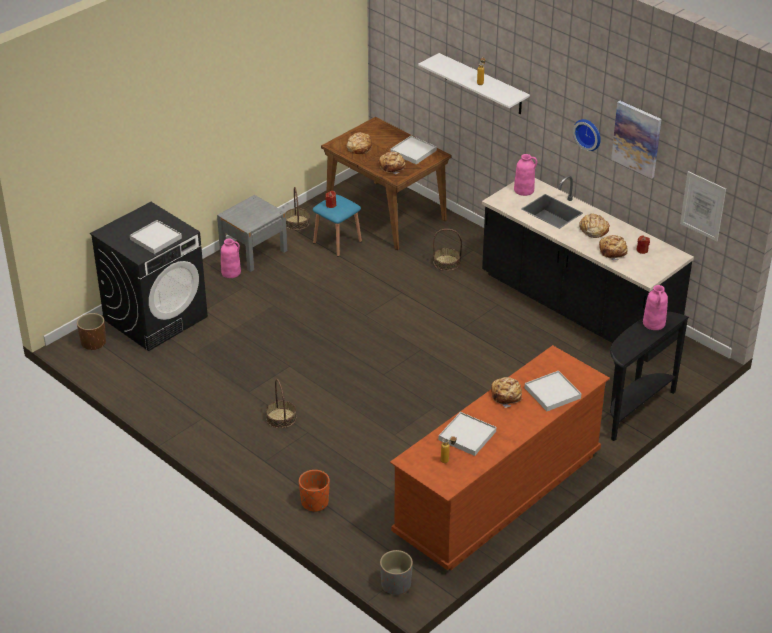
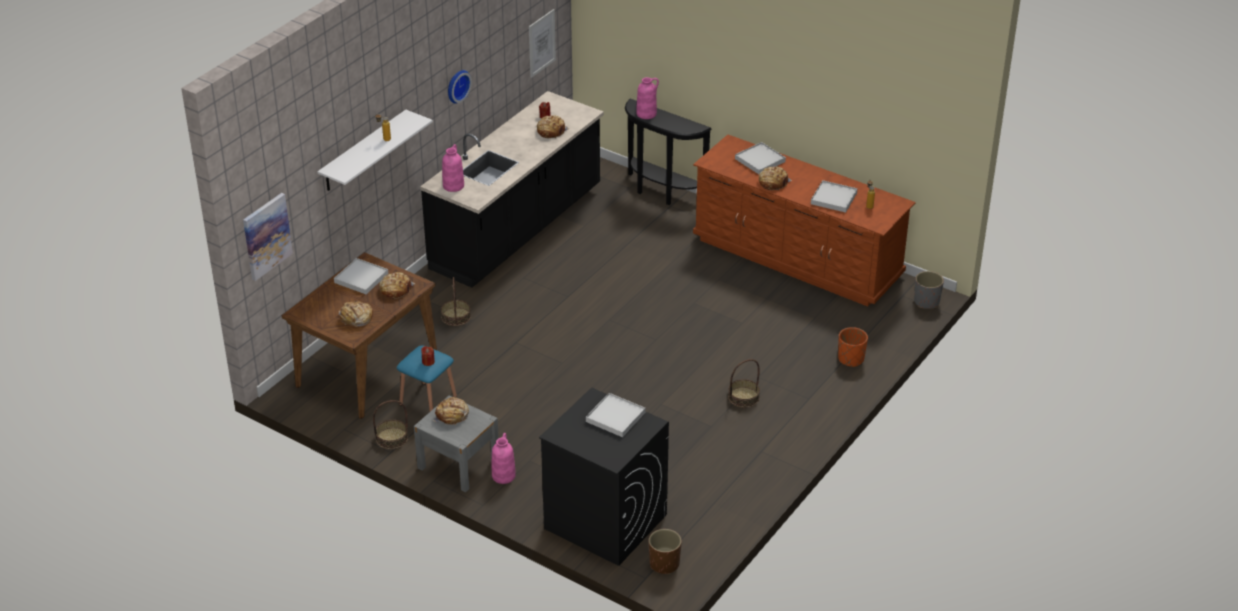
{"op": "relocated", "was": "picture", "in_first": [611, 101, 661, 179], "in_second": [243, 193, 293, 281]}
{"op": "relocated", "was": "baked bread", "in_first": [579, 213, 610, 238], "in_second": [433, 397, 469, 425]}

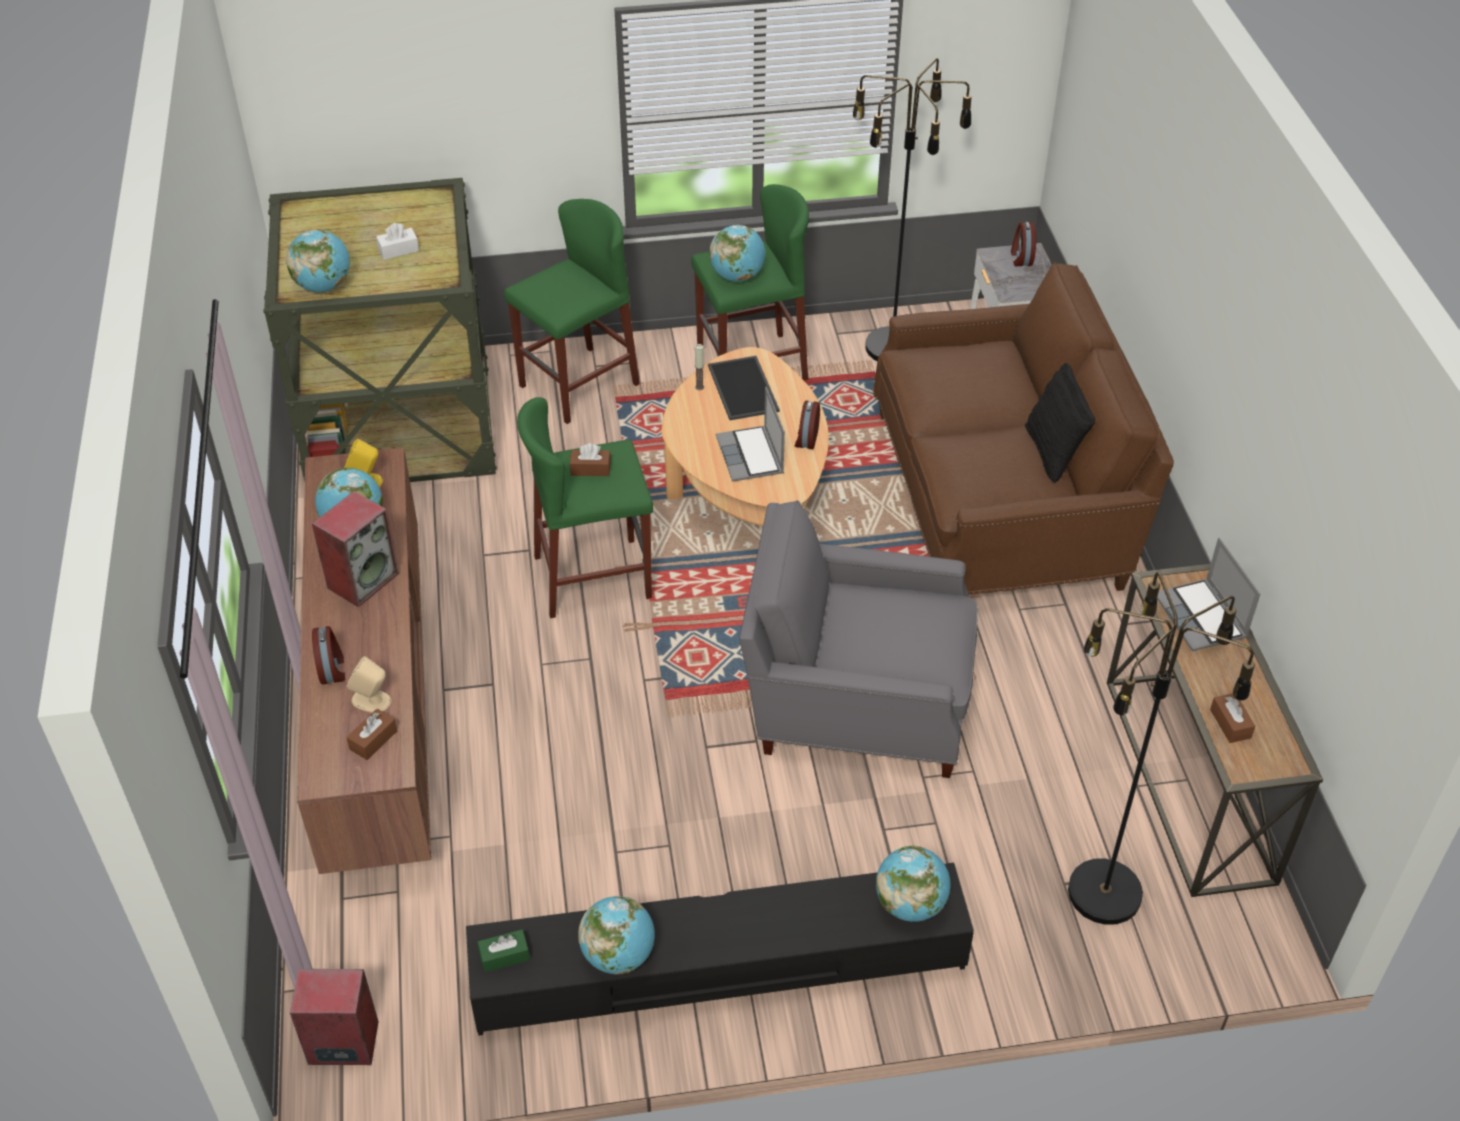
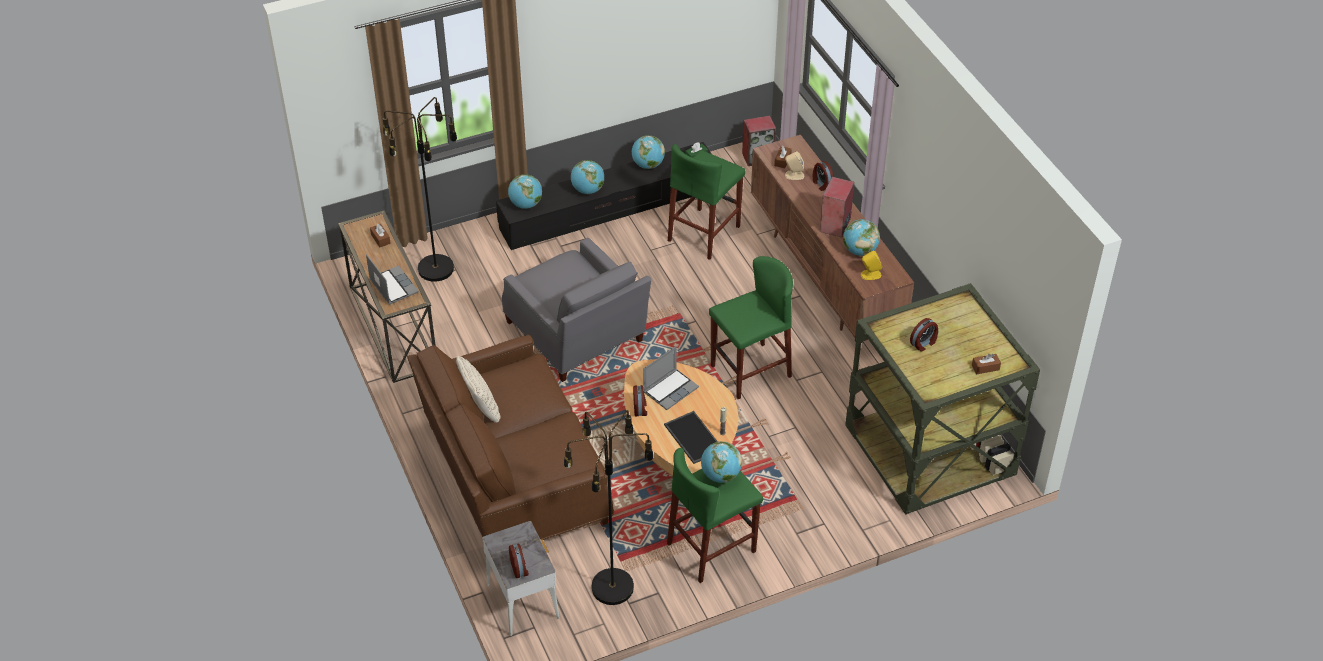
{"op": "relocated", "was": "green stool", "in_first": [504, 199, 640, 424], "in_second": [668, 144, 746, 260]}
{"op": "exchanged", "was": "white-coloured tissue box", "now": "alarm clock", "in_first": [376, 223, 419, 260], "in_second": [910, 318, 938, 352]}
{"op": "relocated", "was": "desk globe", "in_first": [286, 229, 350, 292], "in_second": [571, 160, 604, 194]}
{"op": "colour", "was": "black throw pillow", "now": "beige throw pillow", "in_first": [1025, 363, 1095, 483], "in_second": [456, 356, 500, 423]}
{"op": "spun", "was": "portable computer", "in_first": [716, 387, 785, 482], "in_second": [643, 346, 699, 410], "clockwise": 75}
{"op": "relocated", "was": "brown tissue box", "in_first": [570, 443, 611, 476], "in_second": [972, 354, 1001, 375]}
{"op": "spun", "was": "grey armchair", "in_first": [739, 500, 978, 778], "in_second": [502, 238, 651, 382], "clockwise": 60}

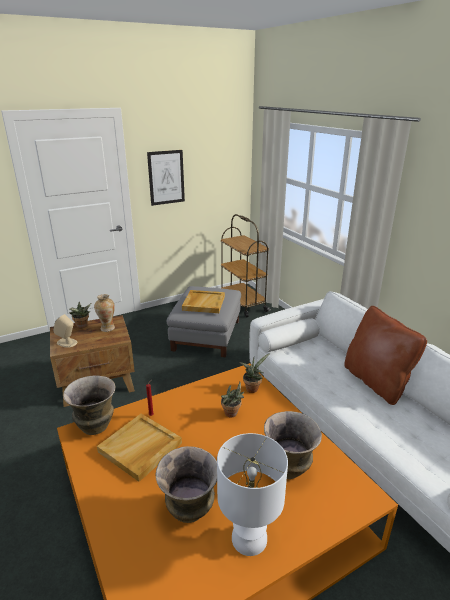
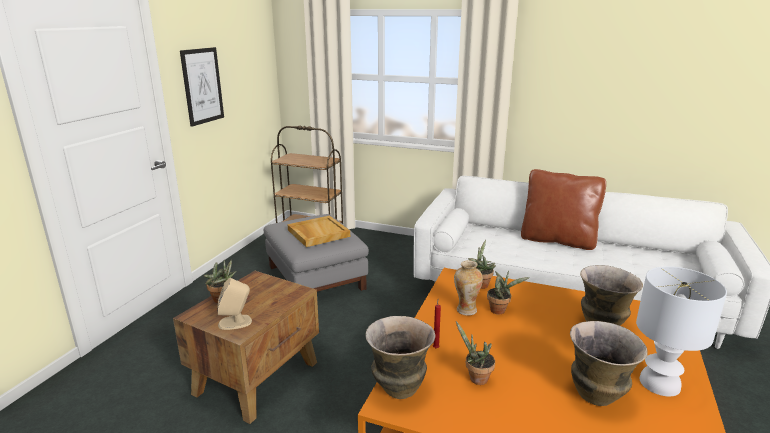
{"op": "relocated", "was": "flower vase", "in_first": [94, 294, 115, 332], "in_second": [454, 260, 483, 316]}
{"op": "exchanged", "was": "beige tray", "now": "plant in a pot", "in_first": [97, 414, 182, 482], "in_second": [456, 321, 495, 385]}

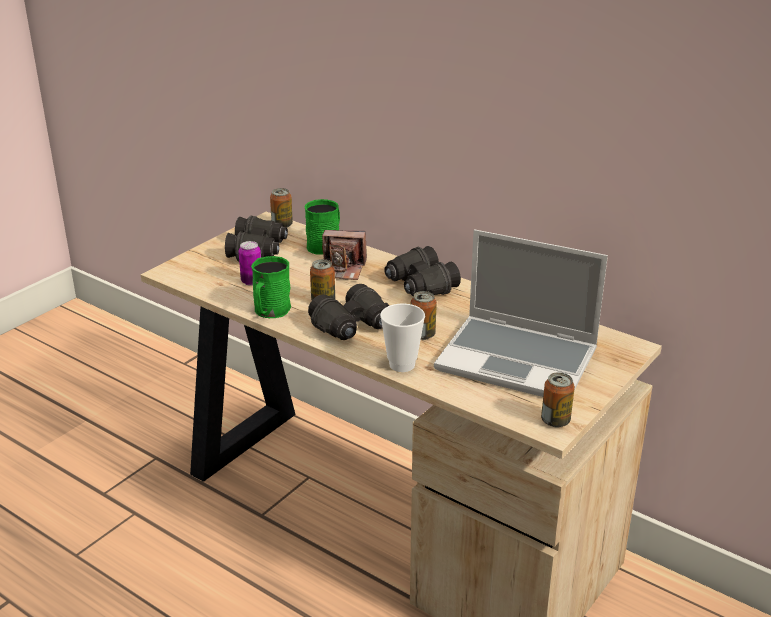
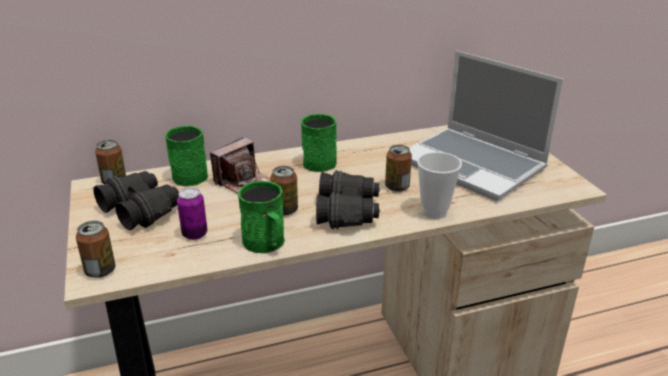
{"op": "spun", "was": "portable computer", "in_first": [434, 229, 608, 397], "in_second": [409, 50, 563, 201], "clockwise": 75}
{"op": "exchanged", "was": "black binoculars", "now": "green mug", "in_first": [384, 246, 461, 296], "in_second": [301, 114, 337, 172]}
{"op": "relocated", "was": "sealed can", "in_first": [541, 372, 575, 427], "in_second": [76, 221, 115, 278]}

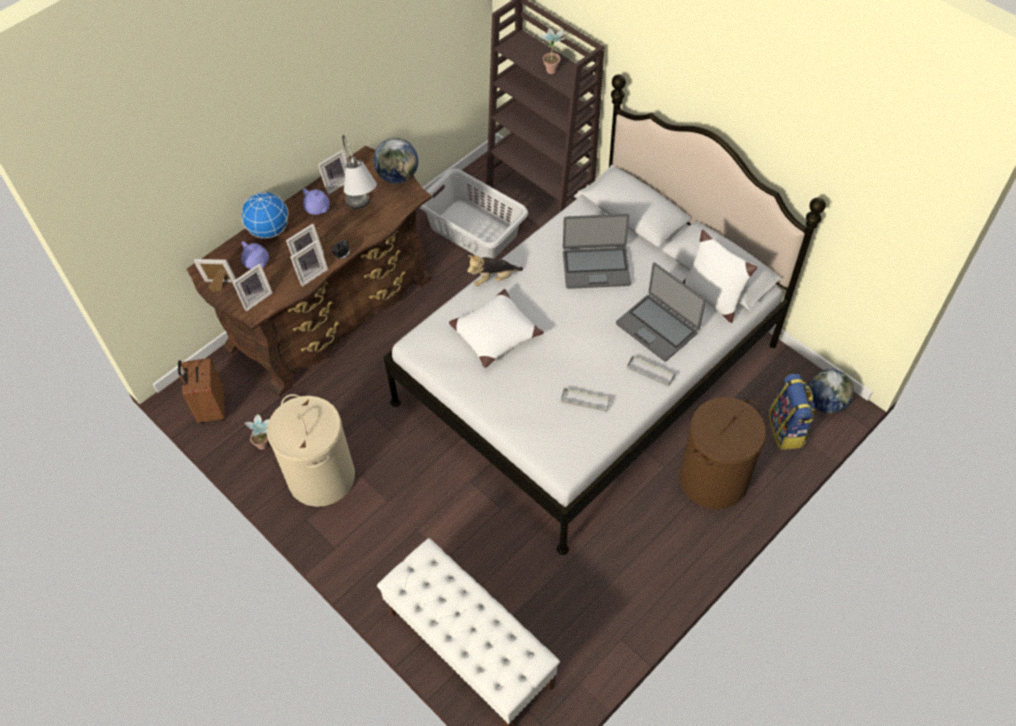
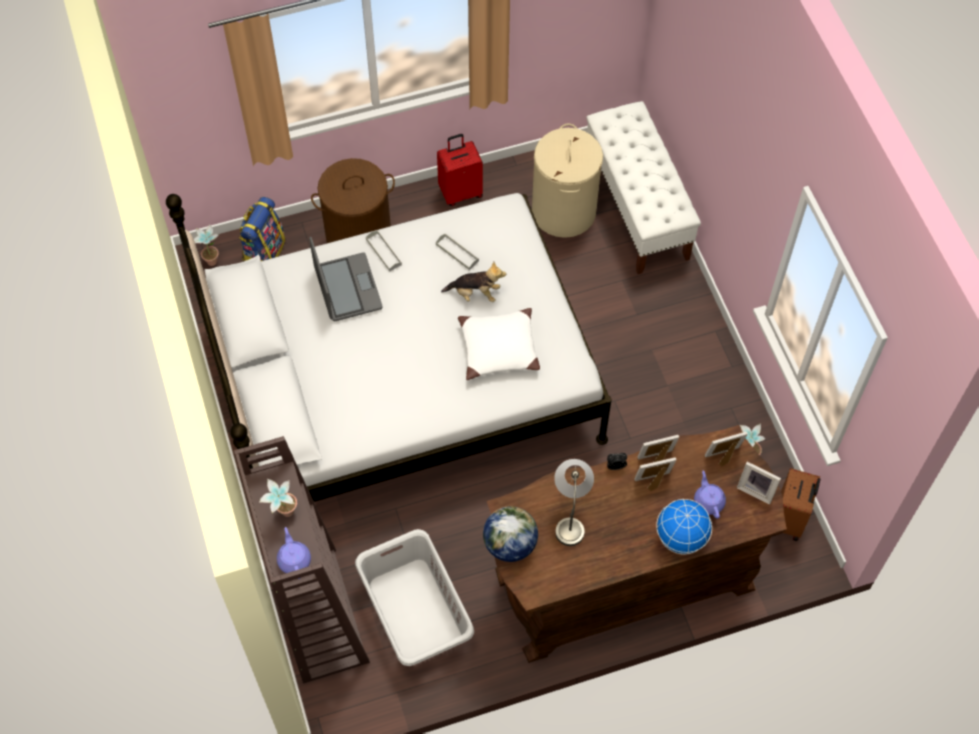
{"op": "missing", "was": "standing frame", "in_first": [318, 149, 348, 195]}
{"op": "relocated", "was": "purple teapot", "in_first": [302, 188, 330, 215], "in_second": [277, 527, 311, 579]}
{"op": "missing", "was": "portable computer", "in_first": [563, 214, 631, 289]}
{"op": "missing", "was": "white-coloured throw pillow", "in_first": [683, 230, 757, 323]}
{"op": "relocated", "was": "cuddly toy", "in_first": [467, 255, 523, 286], "in_second": [441, 262, 506, 302]}
{"op": "exchanged", "was": "desk globe", "now": "plant in a pot", "in_first": [808, 369, 854, 414], "in_second": [194, 224, 219, 266]}
{"op": "relocated", "was": "beige hamper", "in_first": [267, 394, 355, 507], "in_second": [532, 123, 603, 238]}
{"op": "appeared", "now": "red suitcase", "in_second": [437, 134, 483, 206]}

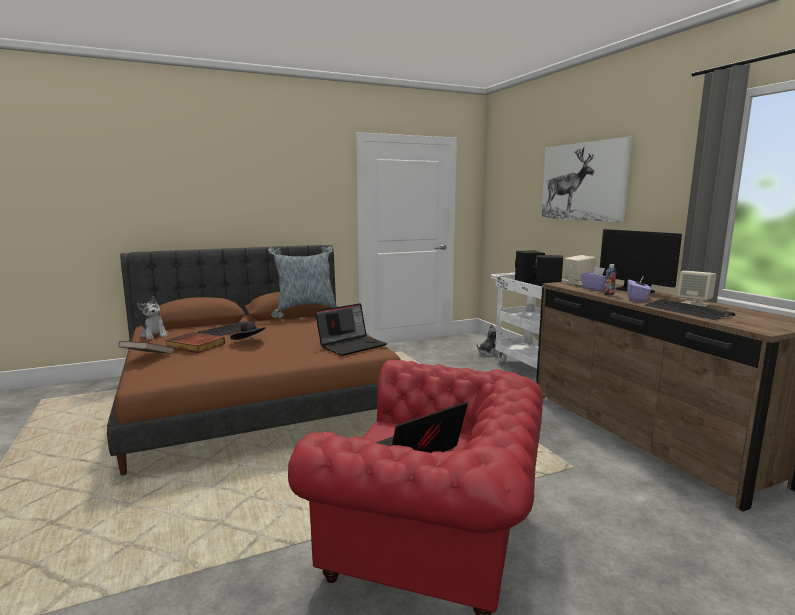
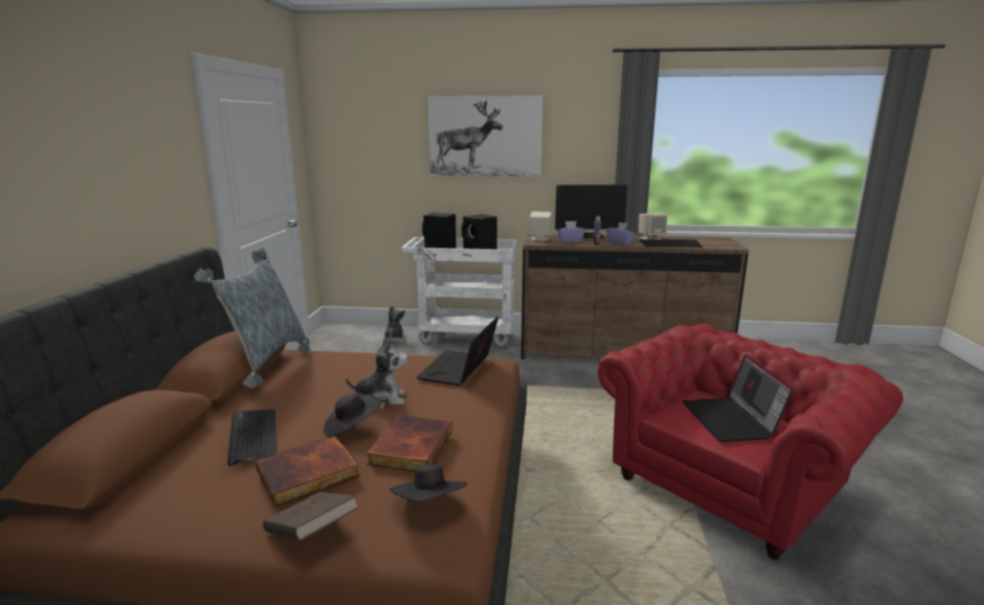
{"op": "relocated", "was": "cuddly toy", "in_first": [137, 296, 168, 340], "in_second": [346, 338, 408, 409]}
{"op": "spun", "was": "portable computer", "in_first": [315, 303, 387, 356], "in_second": [416, 316, 499, 386], "clockwise": -150}
{"op": "appeared", "now": "bound book", "in_second": [366, 415, 452, 472]}
{"op": "appeared", "now": "black wearable hat", "in_second": [390, 464, 467, 502]}

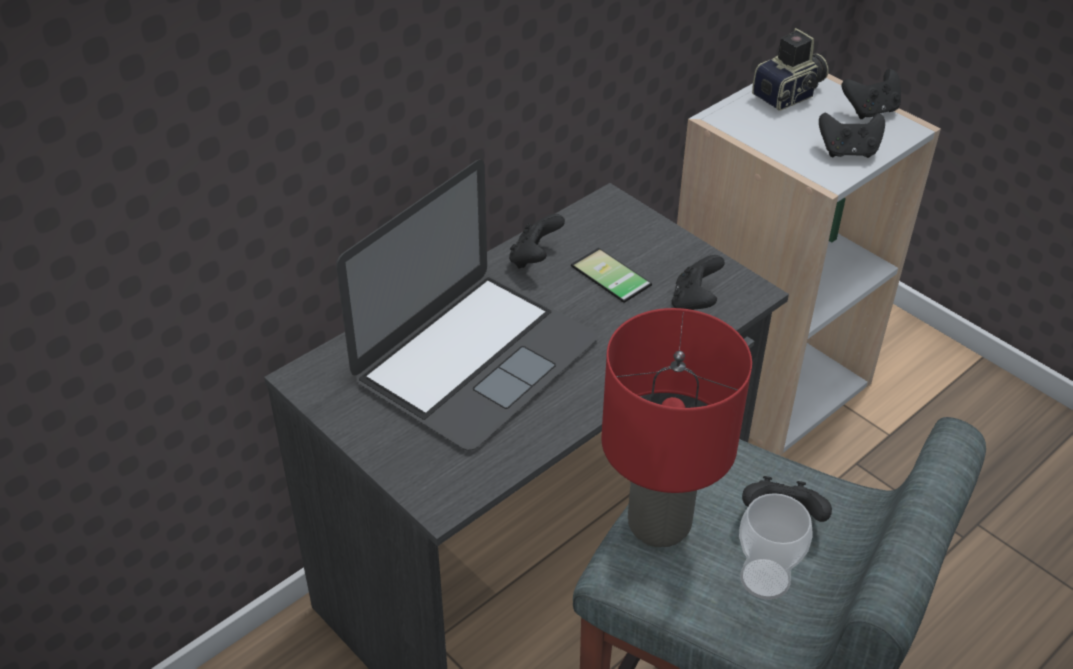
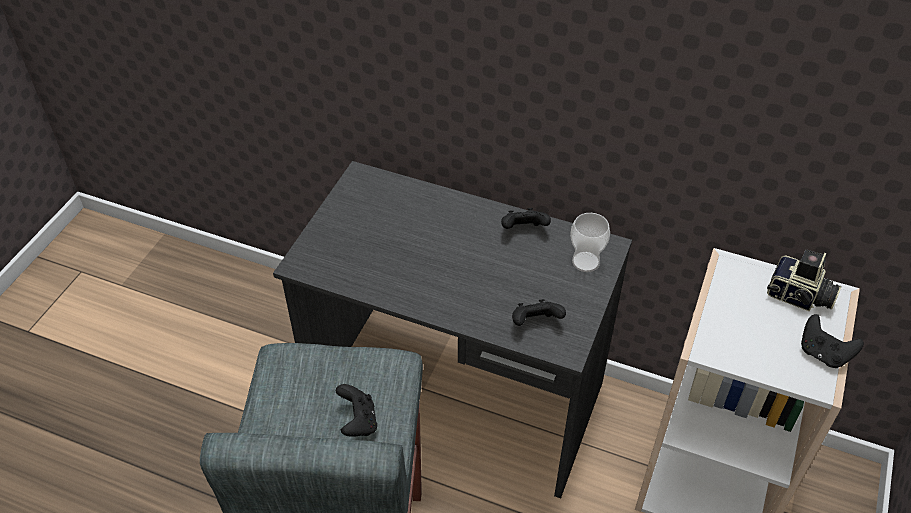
{"op": "missing", "was": "black gamepad", "in_first": [819, 113, 885, 158]}
{"op": "missing", "was": "portable computer", "in_first": [336, 160, 598, 451]}
{"op": "missing", "was": "handset", "in_first": [571, 248, 652, 303]}
{"op": "missing", "was": "red table lamp", "in_first": [601, 308, 752, 547]}
{"op": "relocated", "was": "drinking cup", "in_first": [739, 493, 813, 600], "in_second": [570, 213, 610, 272]}

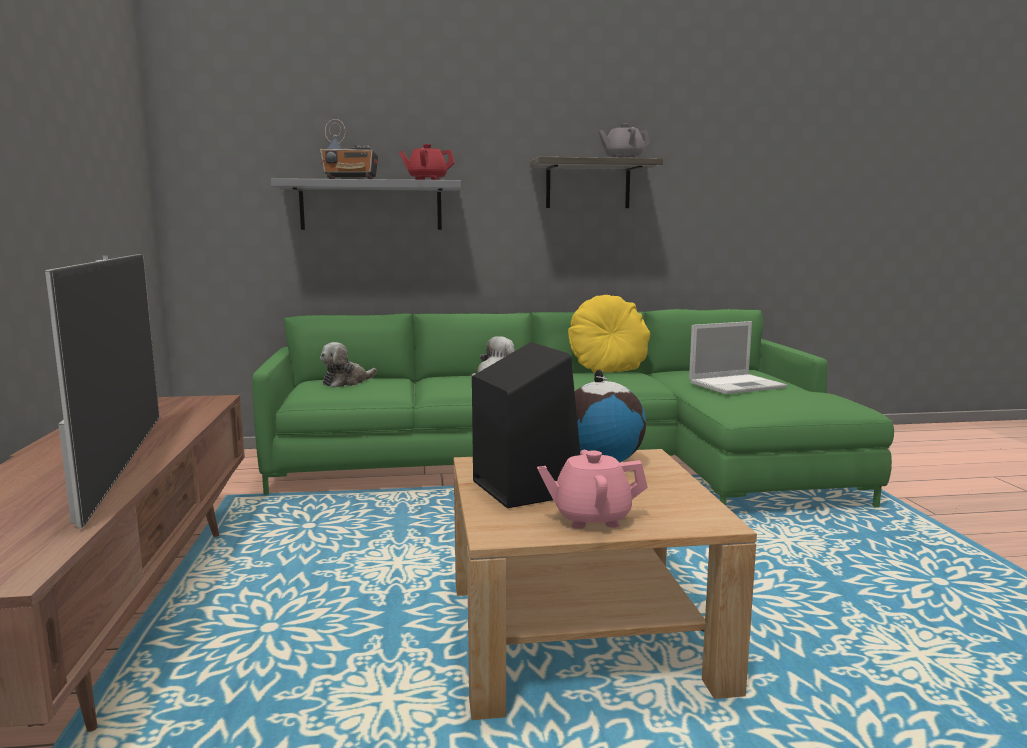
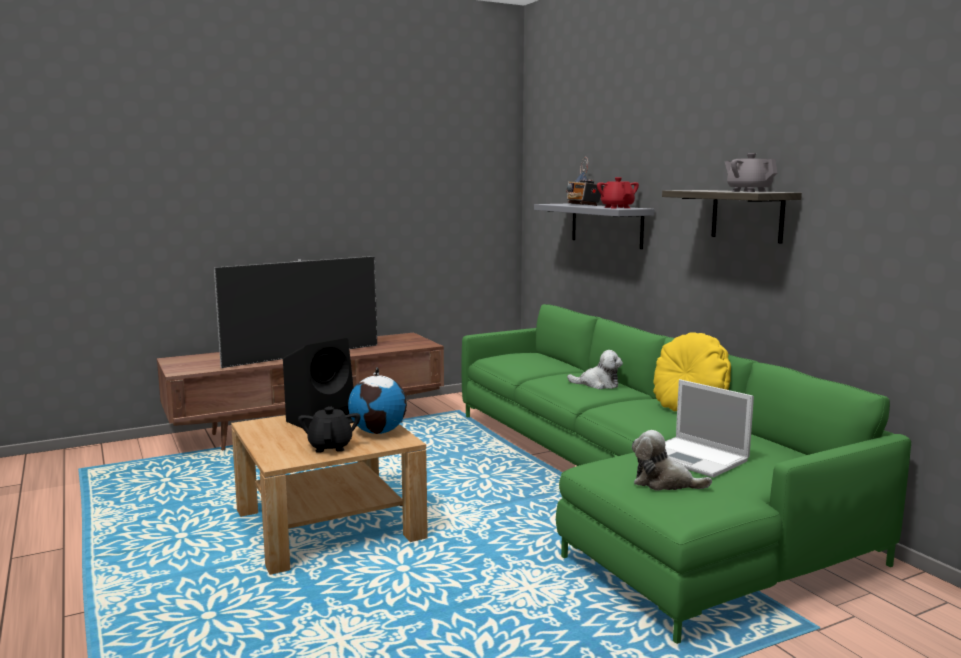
{"op": "relocated", "was": "cuddly toy", "in_first": [320, 342, 377, 388], "in_second": [632, 430, 712, 491]}
{"op": "missing", "was": "pinkish teapot", "in_first": [537, 450, 648, 529]}
{"op": "appeared", "now": "black teapot", "in_second": [298, 406, 361, 453]}

